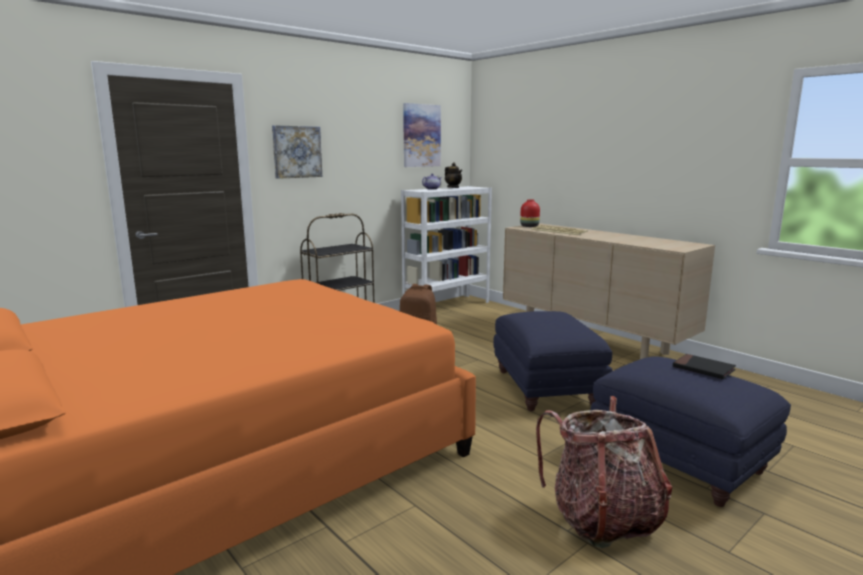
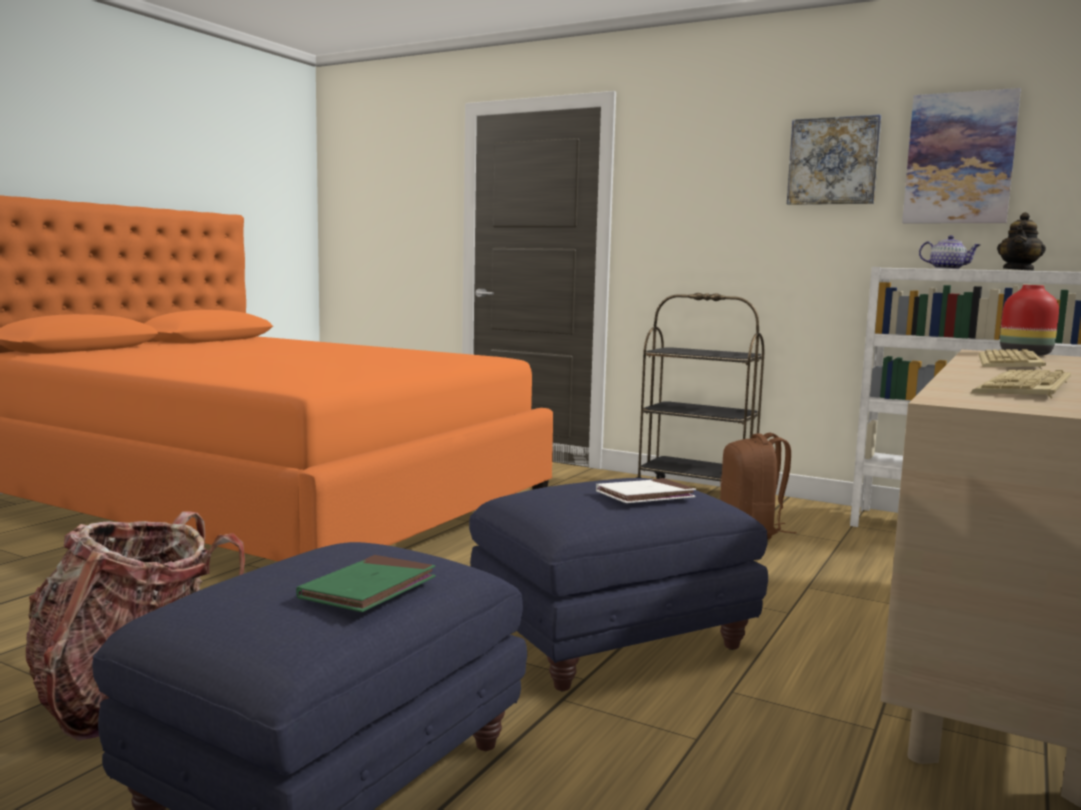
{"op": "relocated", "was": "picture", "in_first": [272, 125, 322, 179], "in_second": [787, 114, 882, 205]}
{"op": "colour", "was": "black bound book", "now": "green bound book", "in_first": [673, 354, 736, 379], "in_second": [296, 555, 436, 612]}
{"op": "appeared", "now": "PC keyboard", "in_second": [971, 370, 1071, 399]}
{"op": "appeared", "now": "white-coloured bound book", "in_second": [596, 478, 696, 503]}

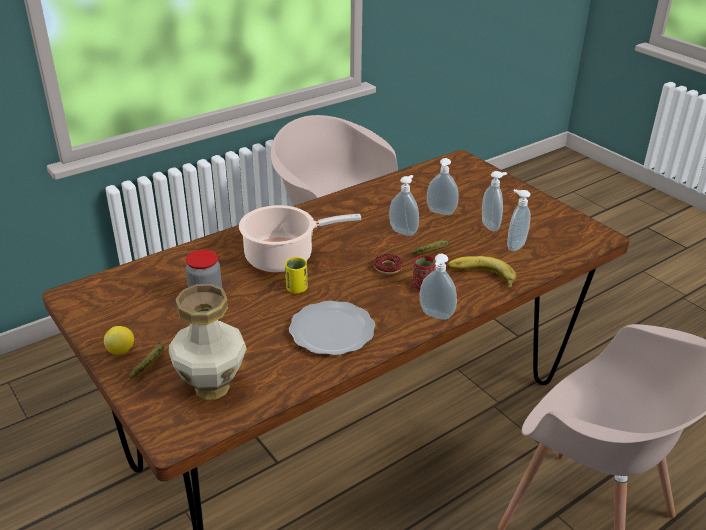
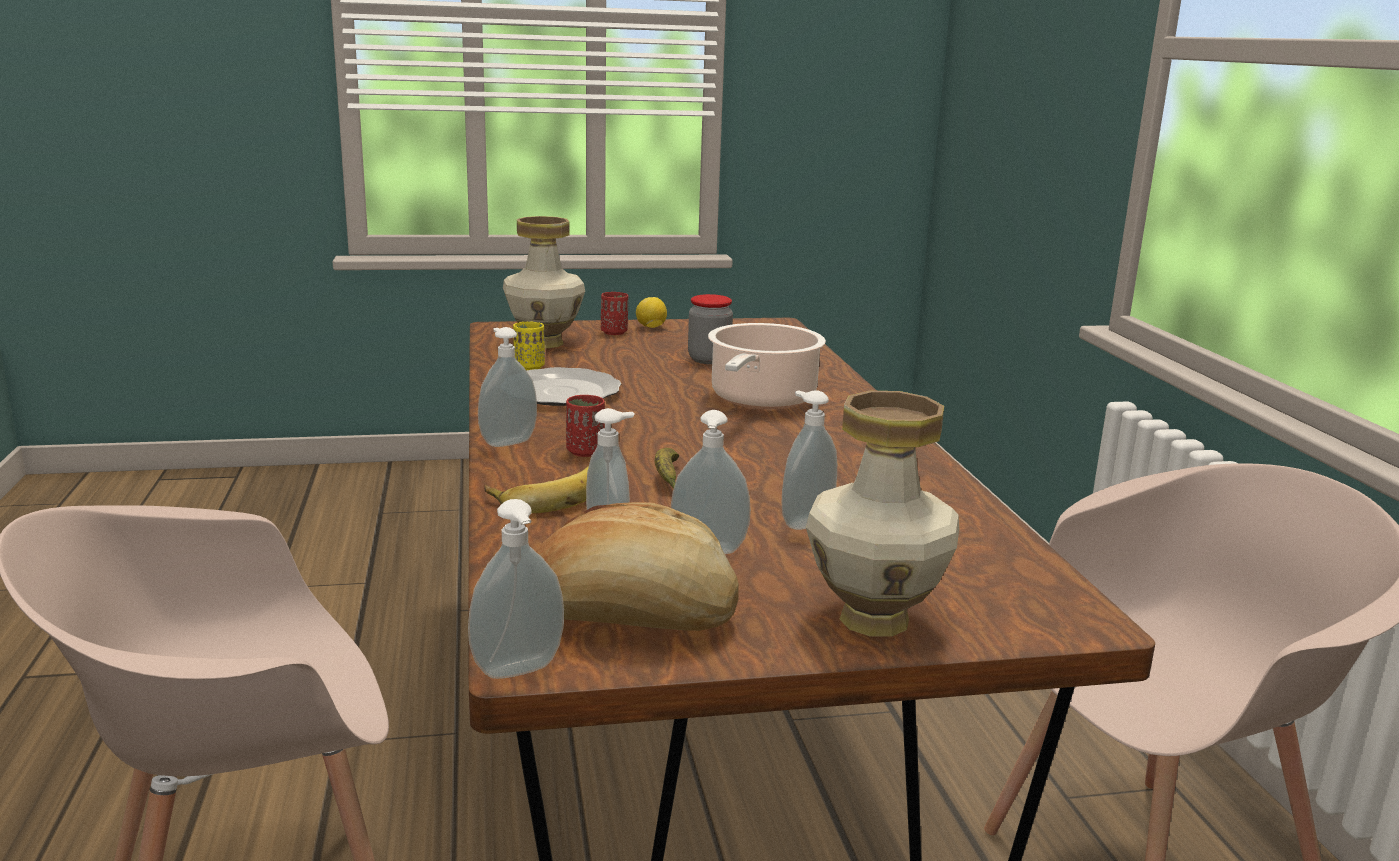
{"op": "relocated", "was": "liquid soap bottle", "in_first": [389, 175, 419, 236], "in_second": [468, 499, 564, 679]}
{"op": "missing", "was": "donut", "in_first": [374, 254, 403, 274]}
{"op": "relocated", "was": "yellow-coloured drinking cup", "in_first": [285, 257, 308, 294], "in_second": [513, 322, 545, 370]}
{"op": "exchanged", "was": "banana fruit", "now": "red drinking cup", "in_first": [129, 342, 165, 378], "in_second": [601, 292, 628, 335]}
{"op": "appeared", "now": "flower vase", "in_second": [806, 391, 959, 637]}
{"op": "appeared", "now": "baked bread", "in_second": [536, 502, 739, 631]}

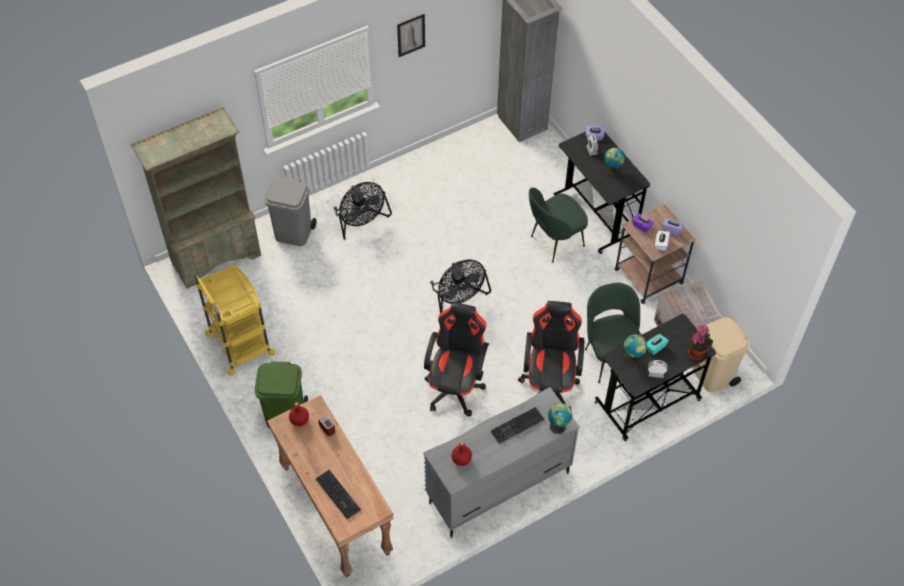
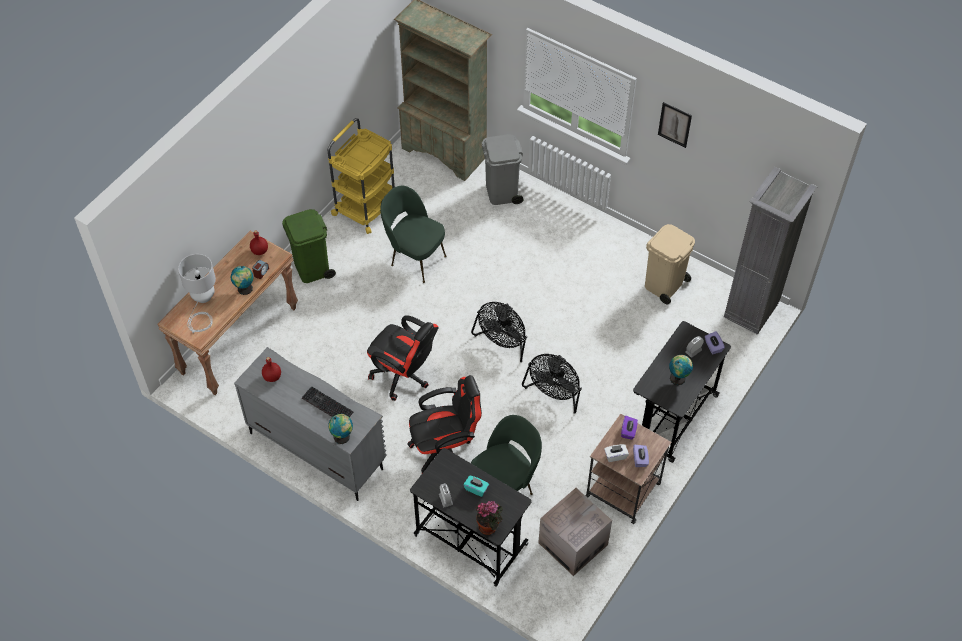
{"op": "relocated", "was": "black cooling fan", "in_first": [334, 182, 392, 240], "in_second": [522, 354, 582, 414]}
{"op": "relocated", "was": "green plain chair", "in_first": [529, 188, 588, 263], "in_second": [380, 186, 446, 283]}
{"op": "spun", "was": "black office chair", "in_first": [424, 302, 489, 417], "in_second": [367, 315, 438, 401], "clockwise": 45}
{"op": "relocated", "was": "beige trash can", "in_first": [693, 317, 749, 392], "in_second": [645, 224, 695, 304]}
{"op": "relocated", "was": "desk globe", "in_first": [624, 334, 647, 364], "in_second": [231, 266, 253, 295]}
{"op": "exchanged", "was": "PC keyboard", "now": "white-coloured table lamp", "in_first": [316, 470, 361, 519], "in_second": [178, 254, 216, 333]}

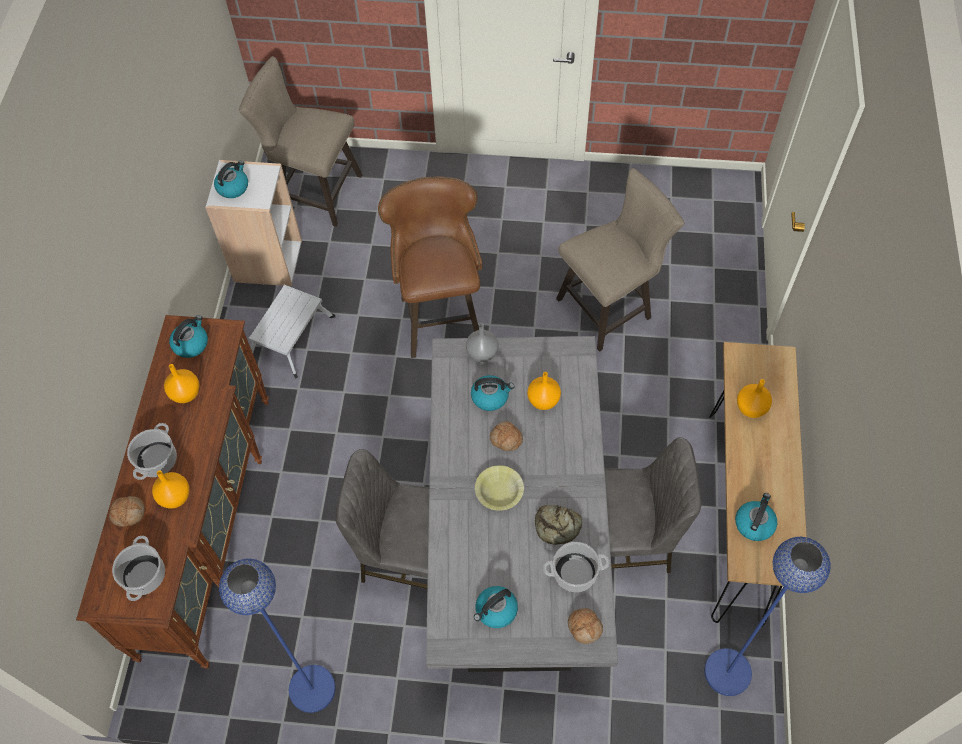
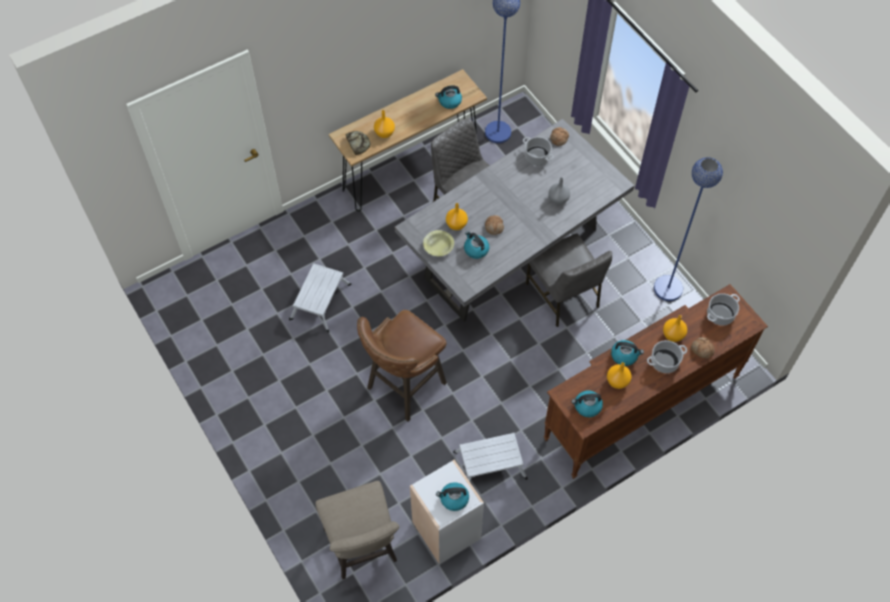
{"op": "exchanged", "was": "beige stool", "now": "white-coloured step ladder", "in_first": [556, 168, 685, 352], "in_second": [289, 263, 352, 333]}
{"op": "relocated", "was": "grey flower vase", "in_first": [466, 323, 498, 362], "in_second": [548, 177, 570, 205]}
{"op": "relocated", "was": "yellow-coloured bowl", "in_first": [475, 465, 524, 511], "in_second": [423, 230, 454, 256]}
{"op": "relocated", "was": "baked bread", "in_first": [535, 505, 582, 545], "in_second": [346, 131, 371, 155]}
{"op": "relocated", "was": "tea kettle", "in_first": [474, 586, 518, 628], "in_second": [611, 340, 644, 366]}

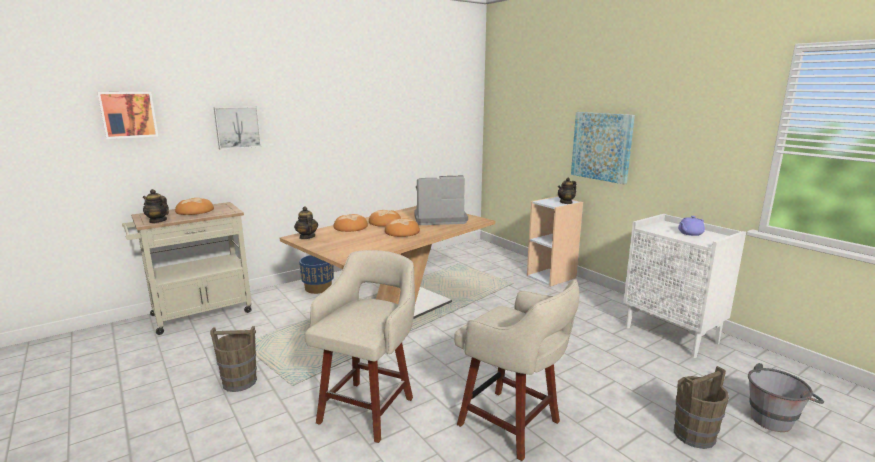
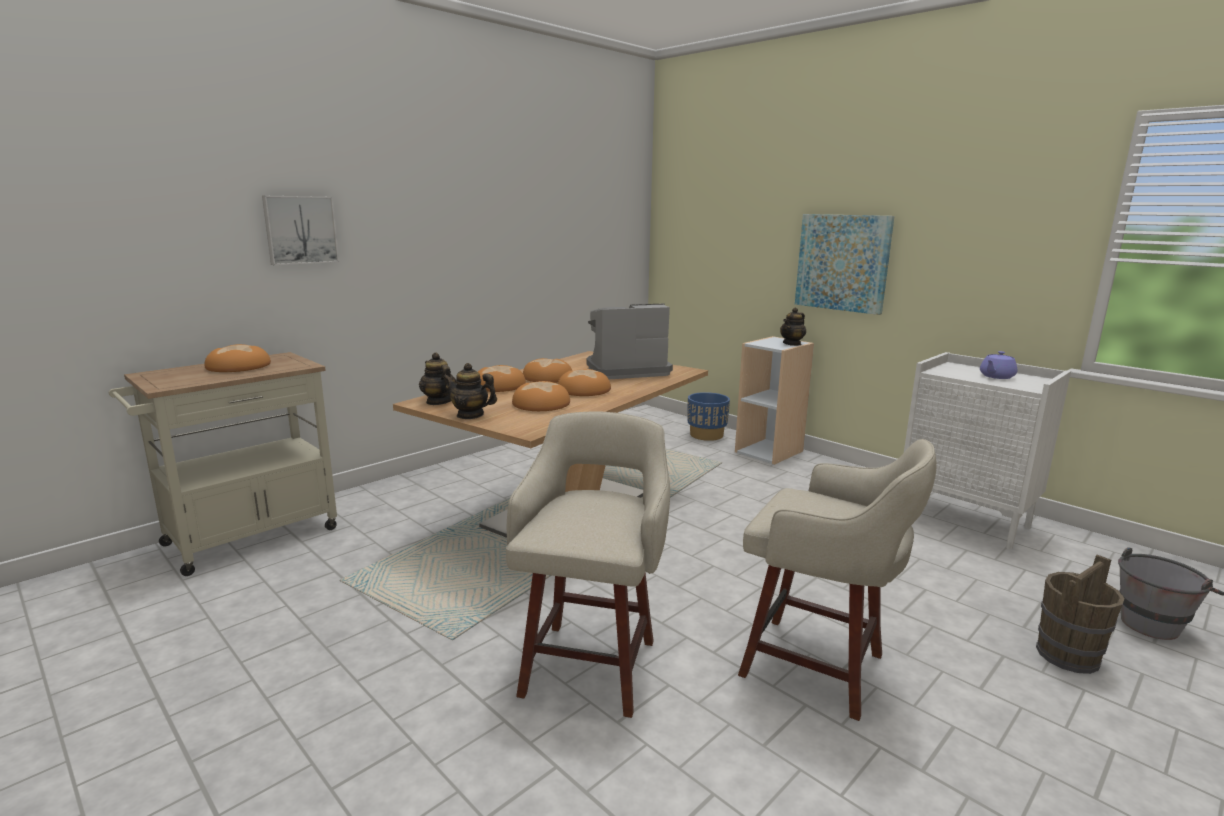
{"op": "missing", "was": "picture", "in_first": [97, 92, 158, 139]}
{"op": "relocated", "was": "teapot", "in_first": [143, 189, 169, 223], "in_second": [442, 363, 497, 419]}
{"op": "relocated", "was": "bluish plant pot", "in_first": [299, 255, 334, 294], "in_second": [687, 392, 730, 441]}
{"op": "missing", "was": "brown water bucket", "in_first": [210, 326, 257, 392]}
{"op": "appeared", "now": "baked bread", "in_second": [512, 381, 570, 411]}

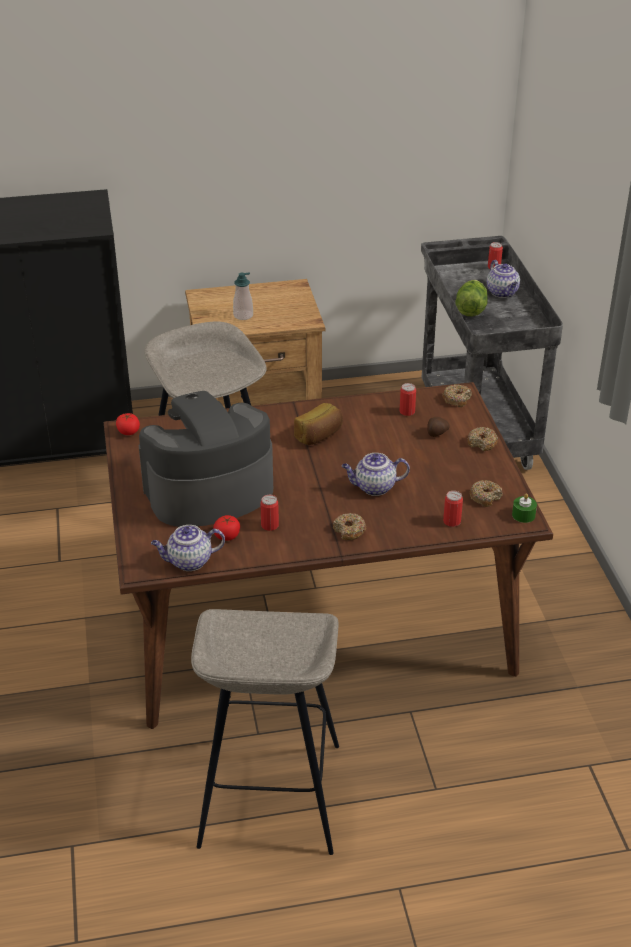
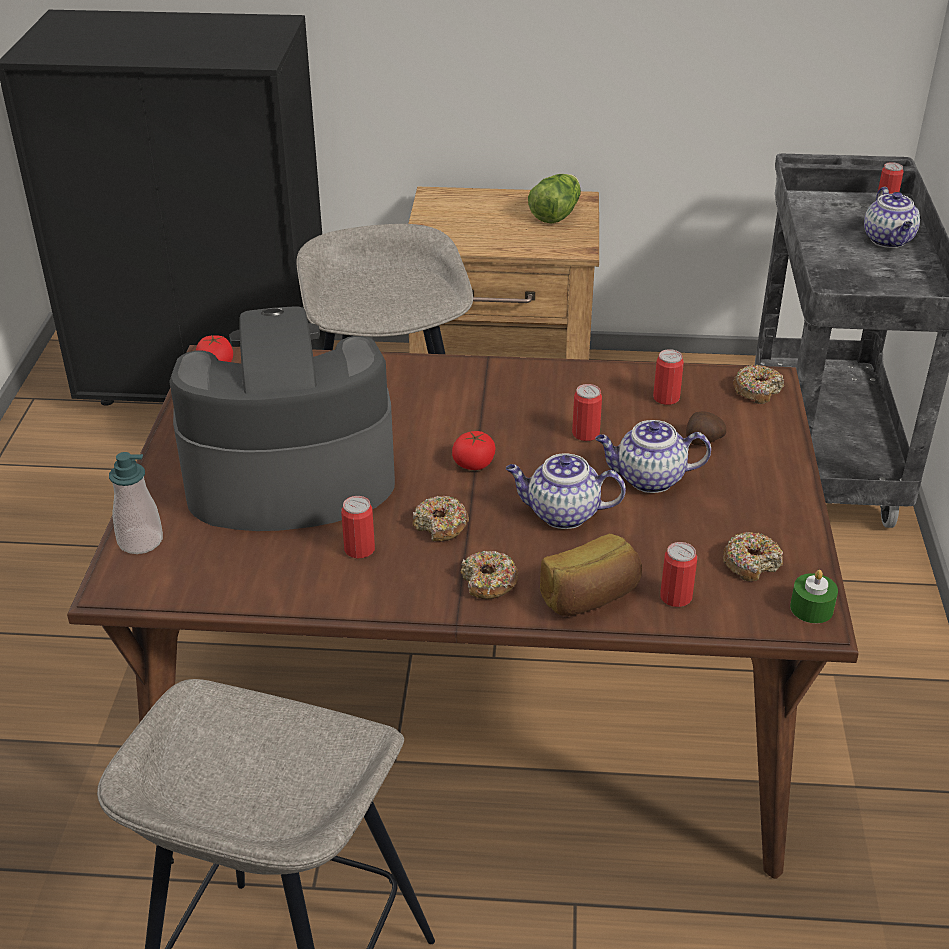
{"op": "relocated", "was": "liquid soap bottle", "in_first": [233, 273, 253, 320], "in_second": [109, 452, 163, 554]}
{"op": "relocated", "was": "lettuce", "in_first": [456, 280, 488, 316], "in_second": [528, 174, 581, 224]}
{"op": "relocated", "was": "baked bread", "in_first": [294, 403, 343, 445], "in_second": [540, 534, 642, 616]}
{"op": "relocated", "was": "donut", "in_first": [467, 427, 498, 451], "in_second": [413, 496, 469, 542]}
{"op": "relocated", "was": "fresh tomato", "in_first": [213, 515, 240, 541], "in_second": [452, 431, 496, 470]}
{"op": "relocated", "was": "teapot", "in_first": [151, 525, 225, 571], "in_second": [595, 420, 711, 493]}
{"op": "appeared", "now": "sealed can", "in_second": [572, 384, 602, 441]}

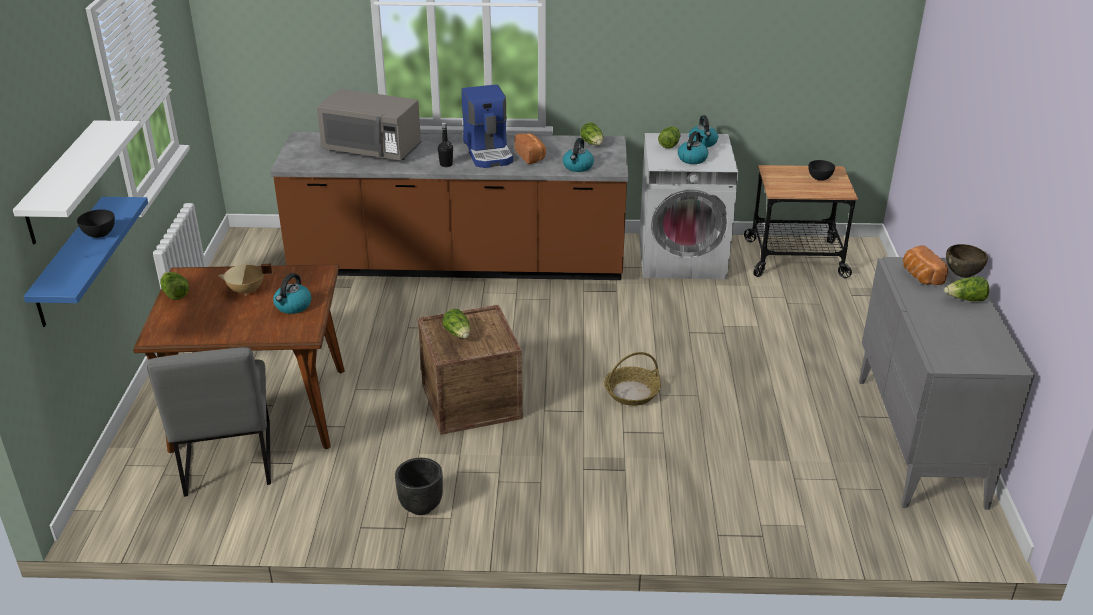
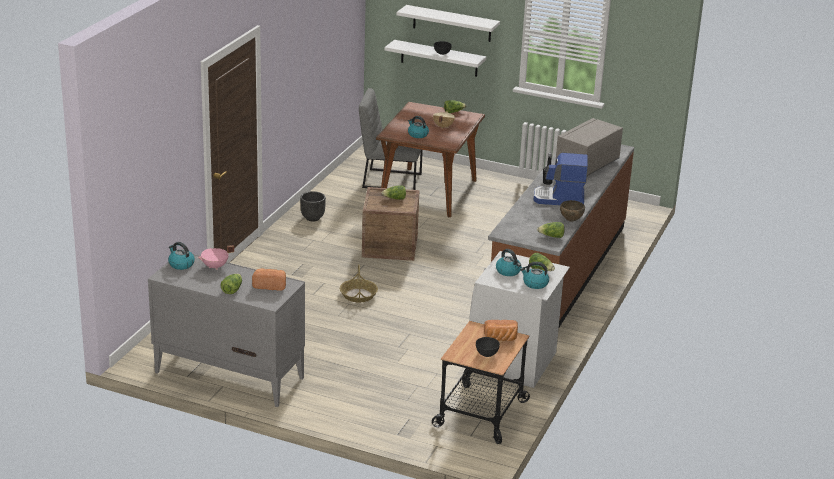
{"op": "relocated", "was": "baked bread", "in_first": [514, 133, 546, 164], "in_second": [484, 320, 518, 341]}
{"op": "relocated", "was": "tea kettle", "in_first": [563, 138, 594, 172], "in_second": [168, 242, 195, 270]}
{"op": "colour", "was": "bluish wall shelf", "now": "white-coloured wall shelf", "in_first": [24, 197, 148, 327], "in_second": [385, 40, 486, 77]}
{"op": "relocated", "was": "brown bowl", "in_first": [946, 244, 988, 278], "in_second": [560, 200, 585, 221]}
{"op": "appeared", "now": "pinkish cooking pot", "in_second": [198, 245, 234, 270]}

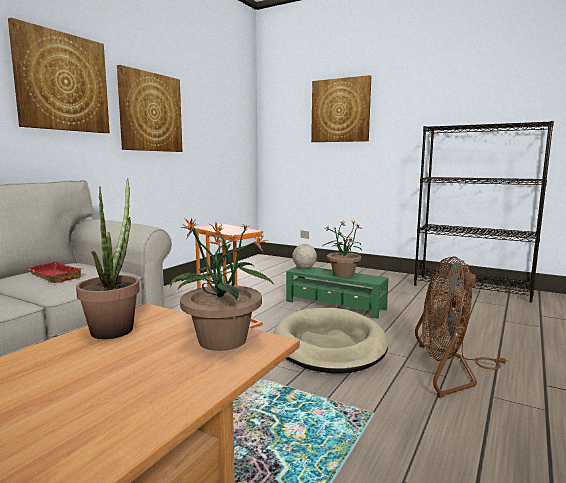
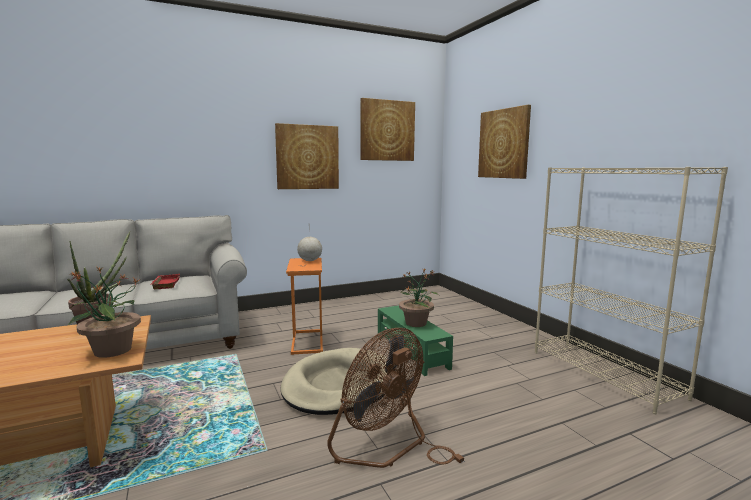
{"op": "relocated", "was": "picture", "in_first": [8, 18, 110, 133], "in_second": [360, 98, 415, 161]}
{"op": "colour", "was": "black bookcase", "now": "beige bookcase", "in_first": [414, 121, 554, 302], "in_second": [535, 167, 728, 414]}
{"op": "relocated", "was": "desk globe", "in_first": [292, 230, 317, 269], "in_second": [297, 228, 322, 261]}

